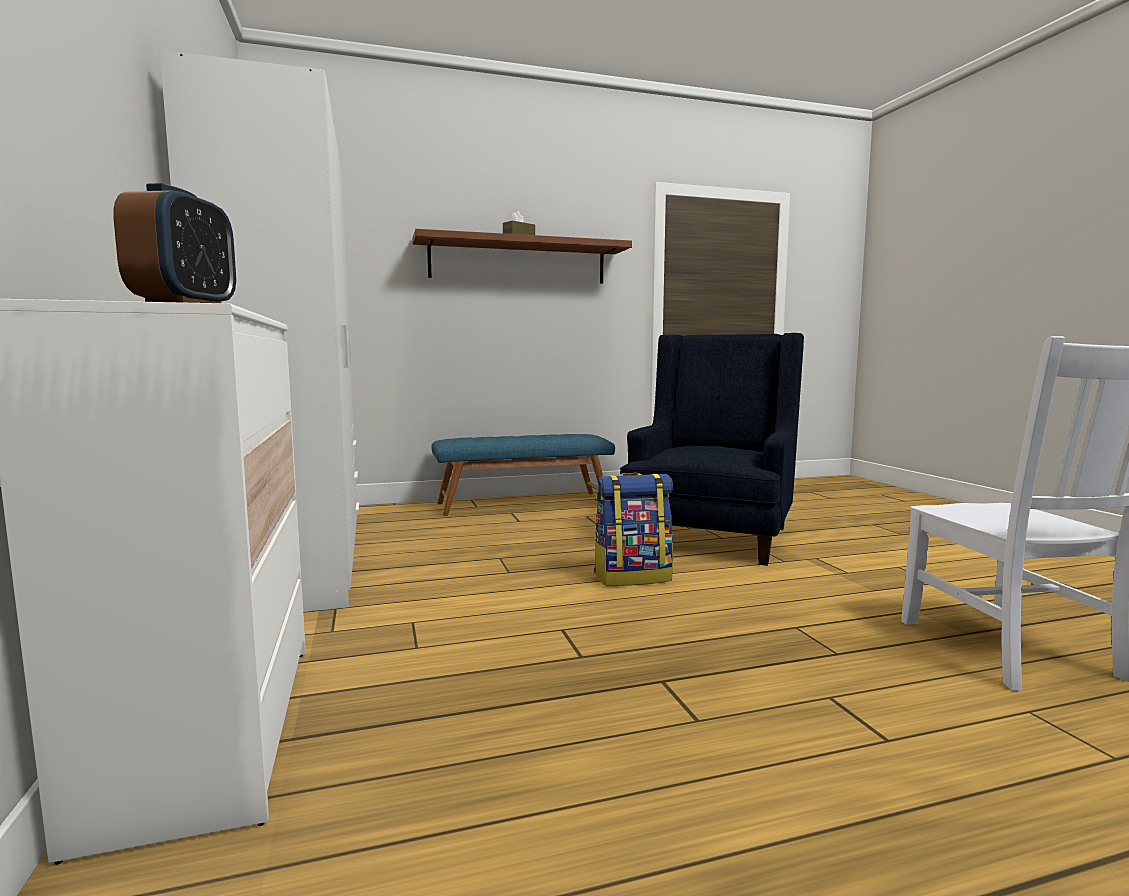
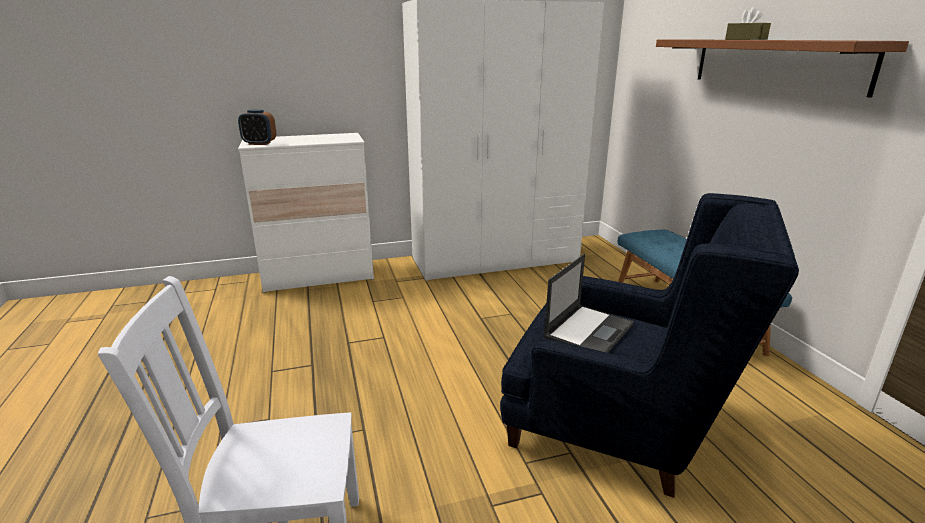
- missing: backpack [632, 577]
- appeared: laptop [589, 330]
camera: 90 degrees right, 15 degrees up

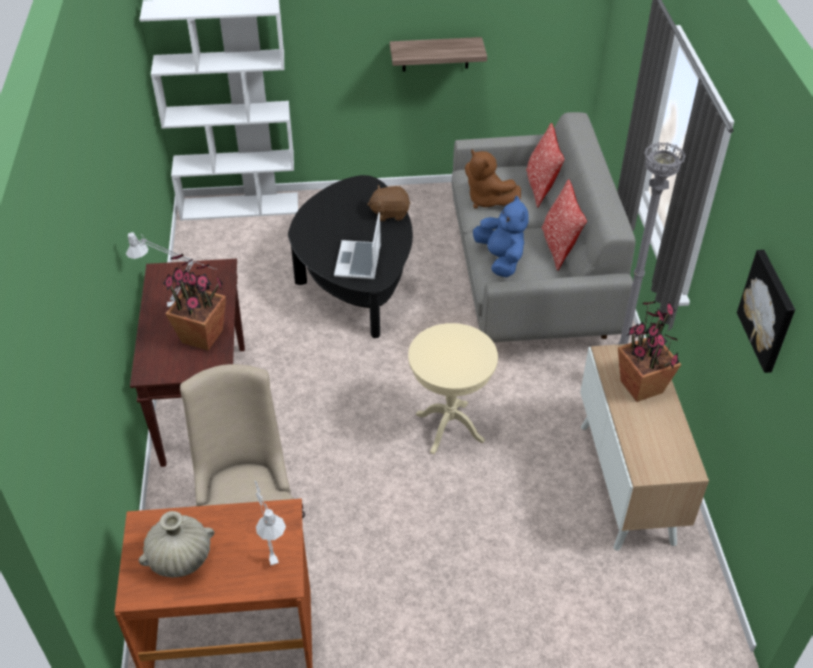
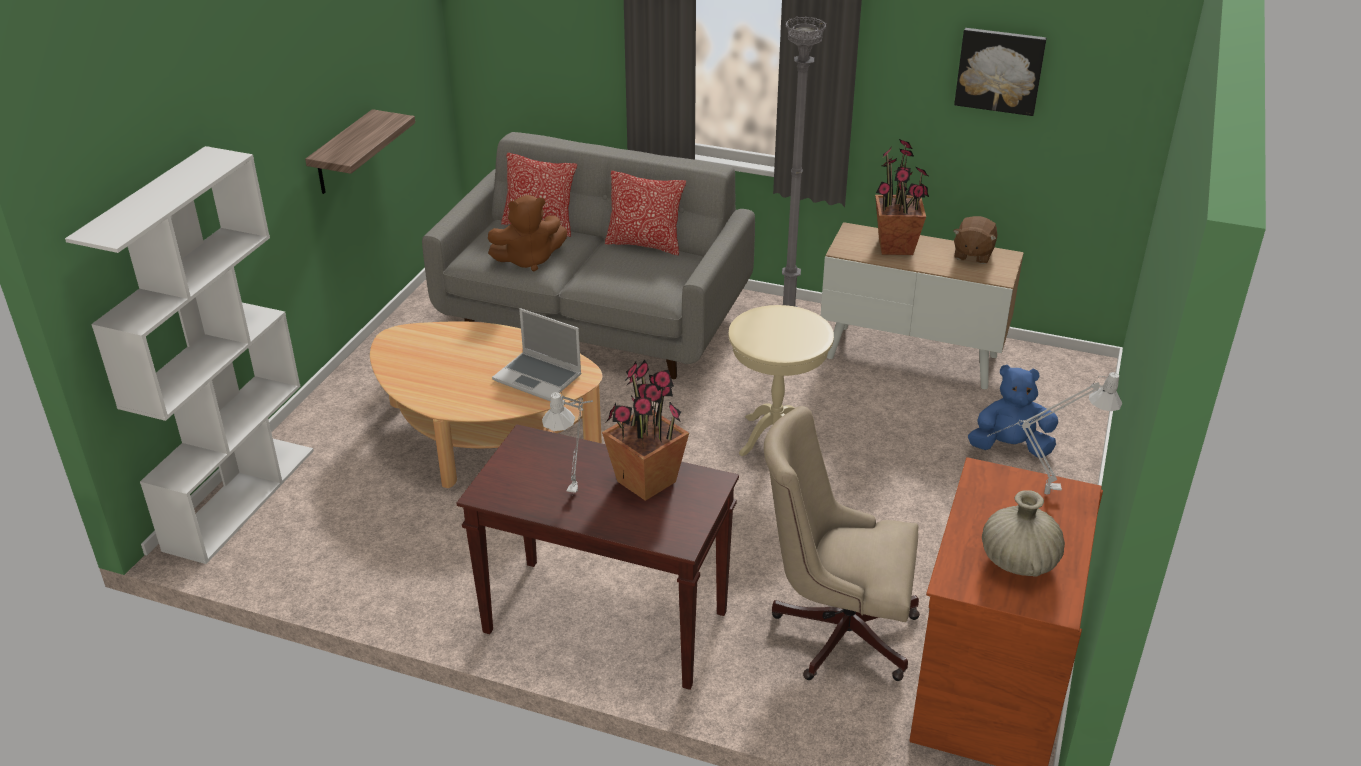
- relocated: plush toy (brown) [390, 213] to [972, 254]
- relocated: plush toy (blue) [501, 259] to [1010, 447]
- colour: coffee table (black) [355, 278] to coffee table (beige) [485, 437]
camera: 65 degrees left, 10 degrees down

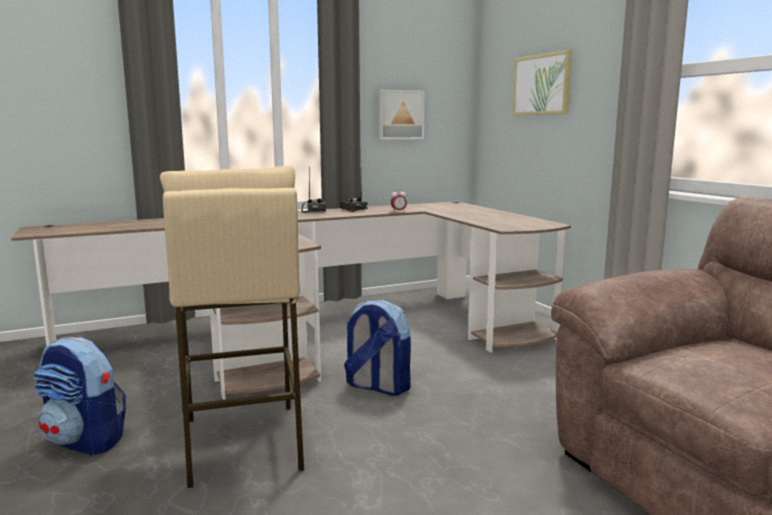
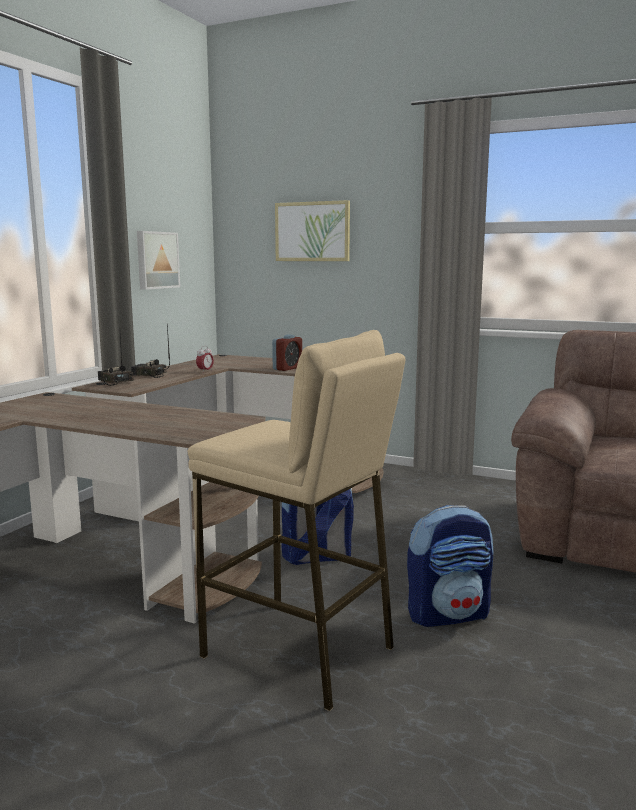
- appeared: alarm clock [287, 368]
- relocated: backpack [85, 441] to [448, 614]
camera: 40 degrees left, 0 degrees up

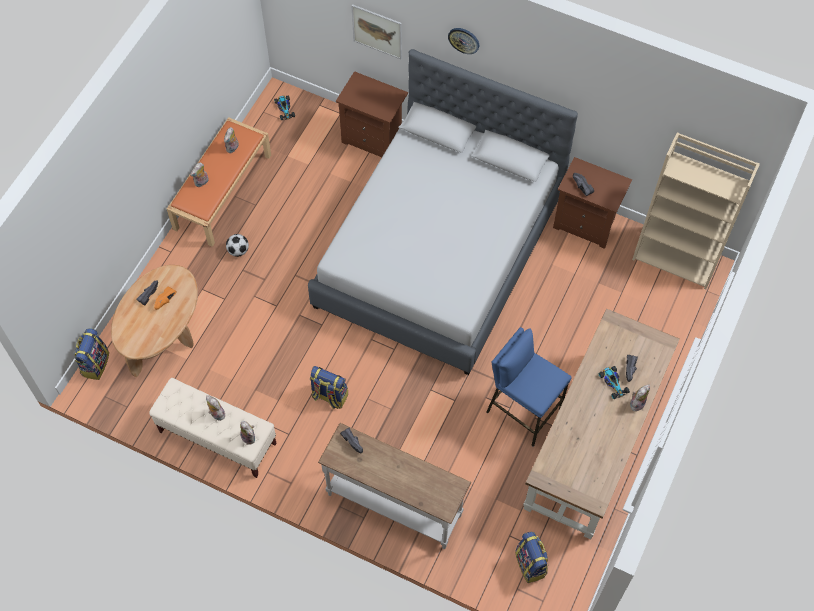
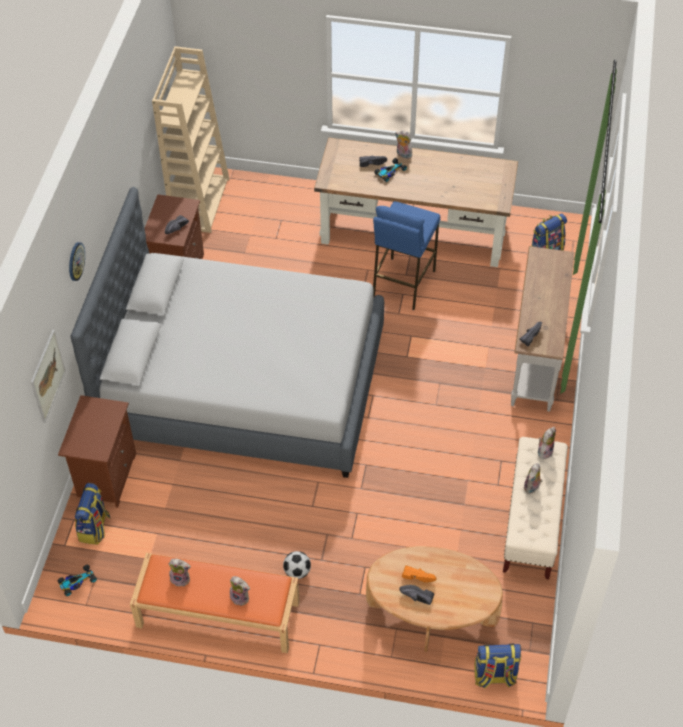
- relocated: backpack [329, 396] to [94, 528]
camera: 105 degrees left, 10 degrees down

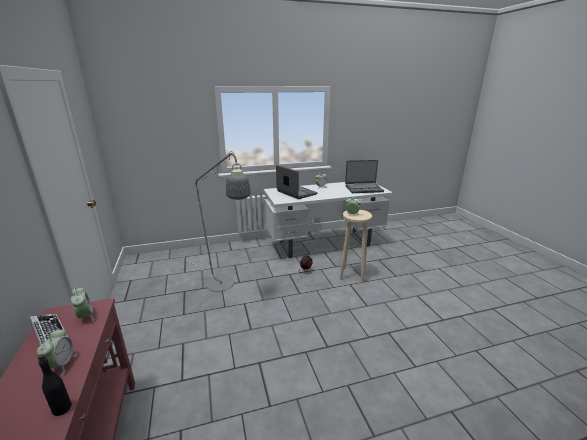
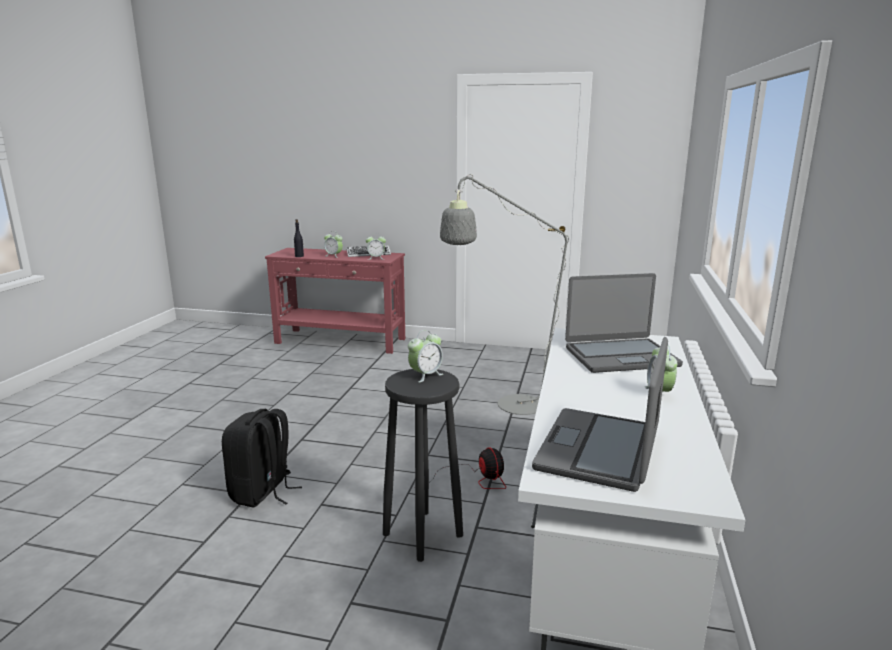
- appeared: backpack (black) [262, 492]
- colour: stool (beige) [352, 275] to stool (black) [423, 534]
camera: 120 degrees right, 5 degrees down

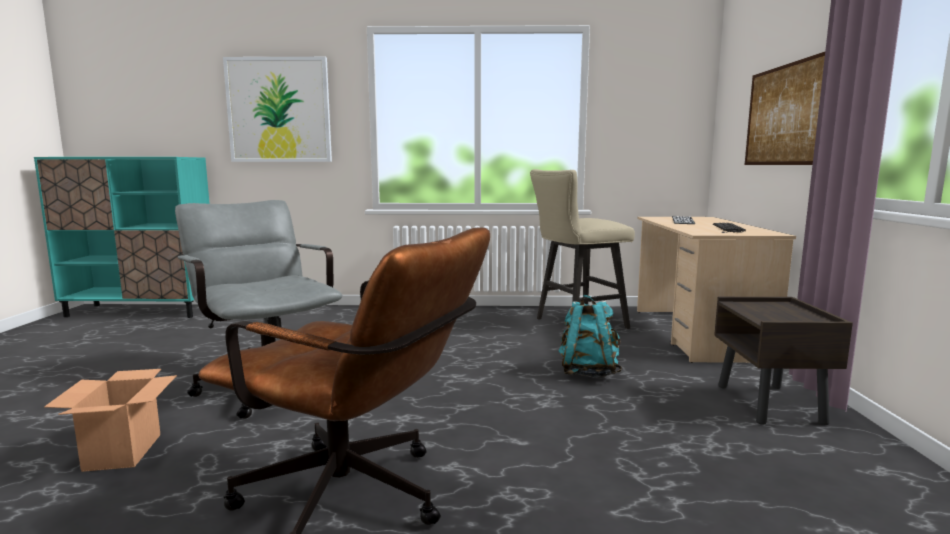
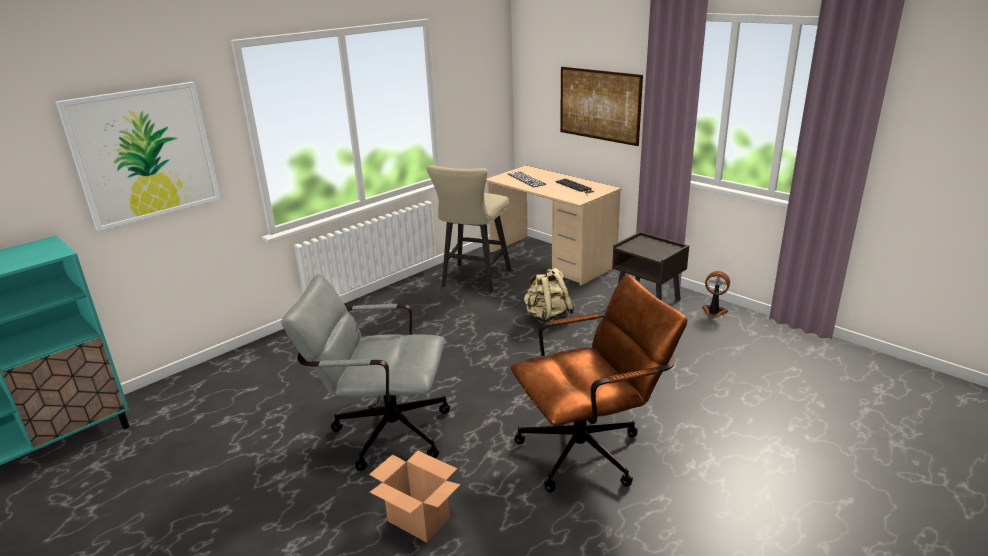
- appeared: fan [714, 312]
- colour: backpack (turquoise) [588, 372] to backpack (beige) [547, 318]
camera: 45 degrees left, 15 degrees up

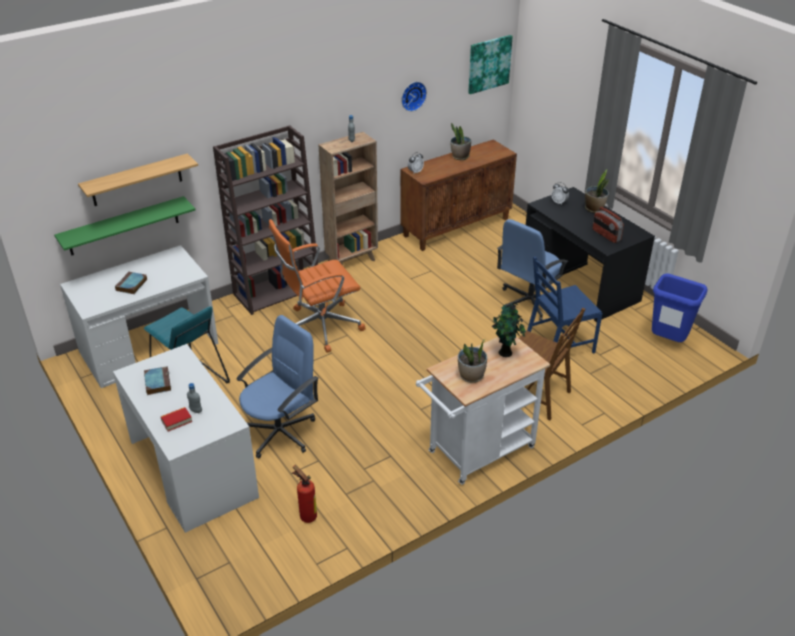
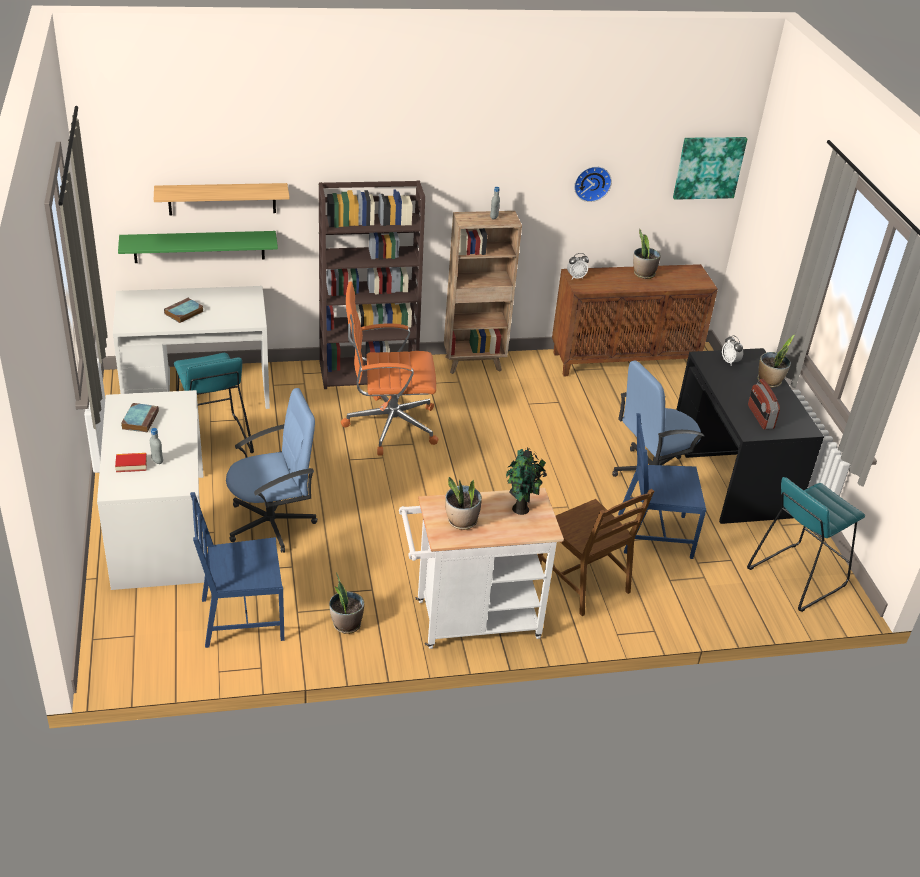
- appeared: potted plant [346, 624]
- exchanged: fire extinguisher [306, 516] to chair (blue) [241, 619]
- exchanged: trash can (blue) [667, 342] to stool (turquoise) [796, 576]
camera: 20 degrees right, 0 degrees up

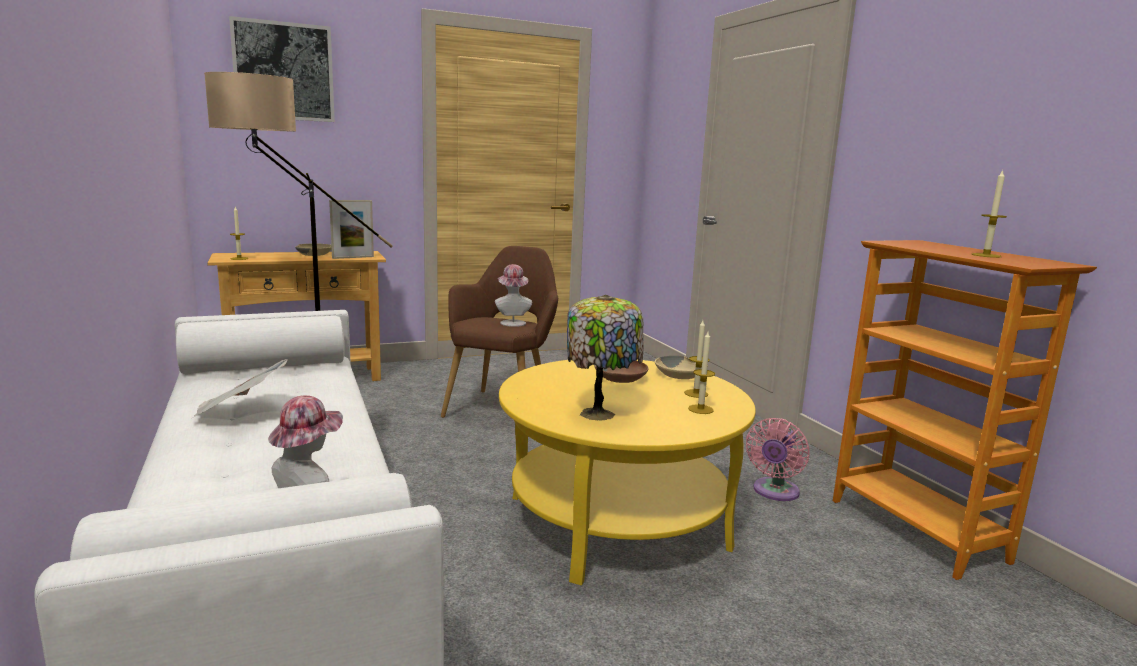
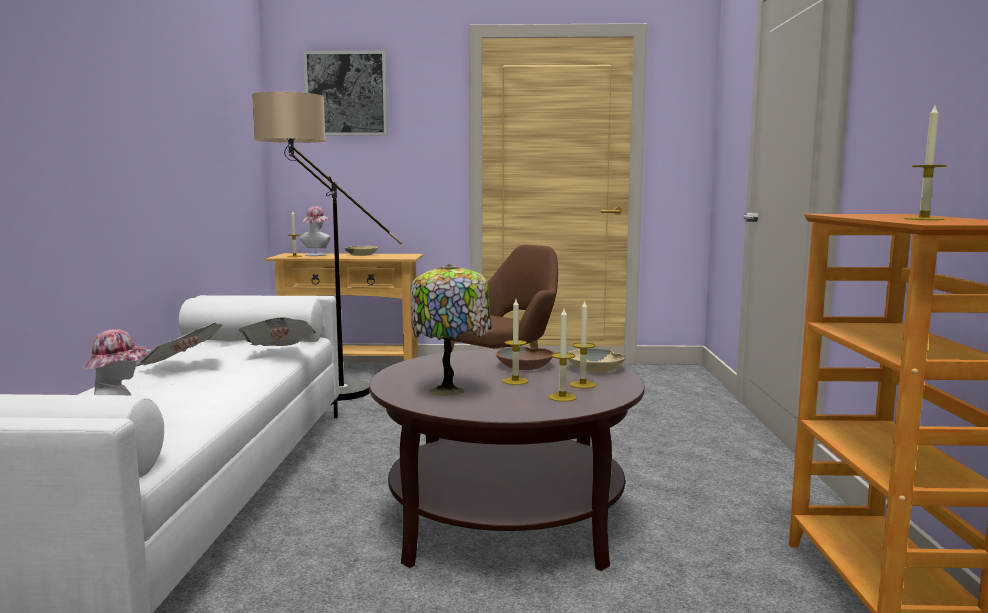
- missing: picture frame [353, 257]
- missing: fan (pink) [774, 492]
- appeared: newspaper [279, 353]
- appeared: candle [515, 381]
- relocated: hat [512, 322] to [317, 254]
- colour: coffee table (yellow) [617, 521] to coffee table (brown) [505, 521]
camera: 25 degrees right, 5 degrees down

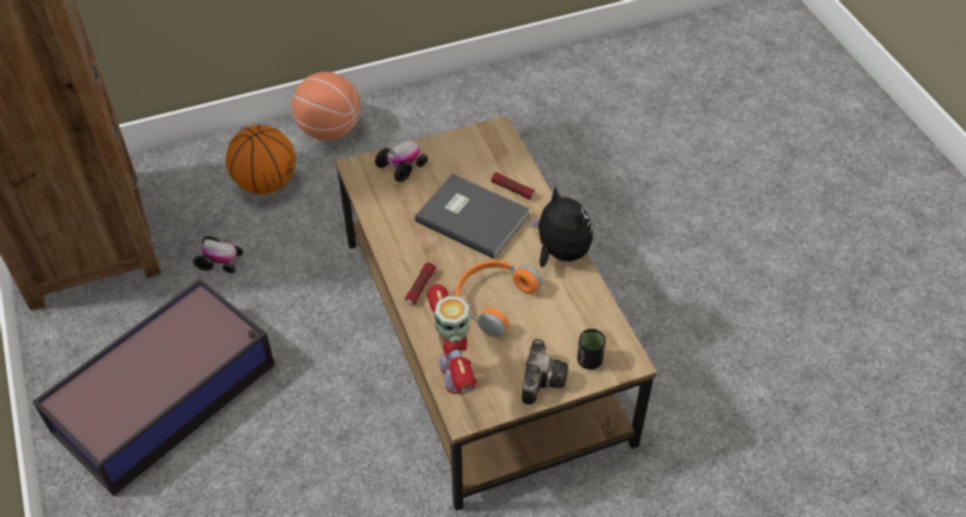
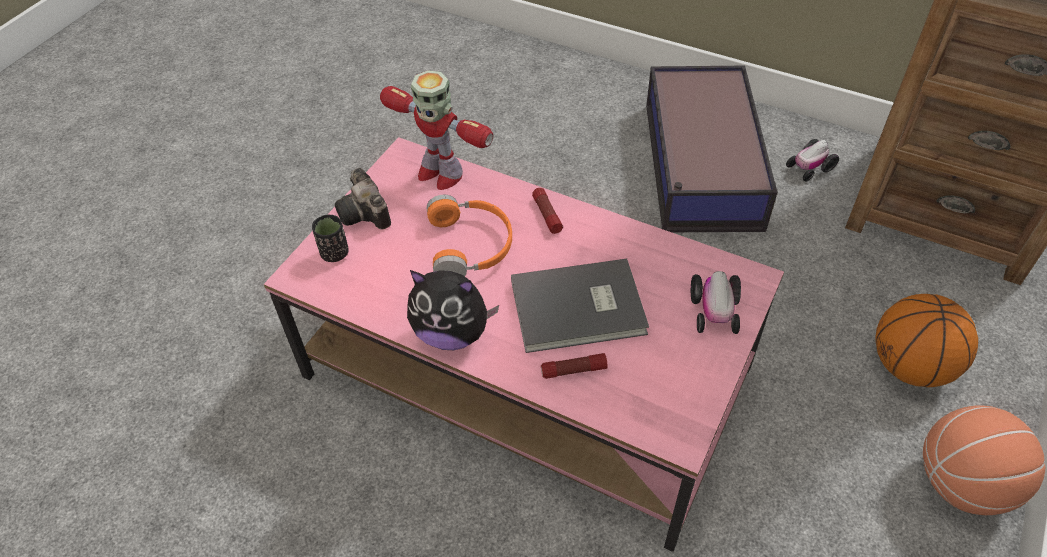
- relocated: toy car [220, 261] to [809, 168]
- colour: coffee table (brown) [481, 336] to coffee table (pink) [529, 372]
camera: 140 degrees right, 0 degrees up

